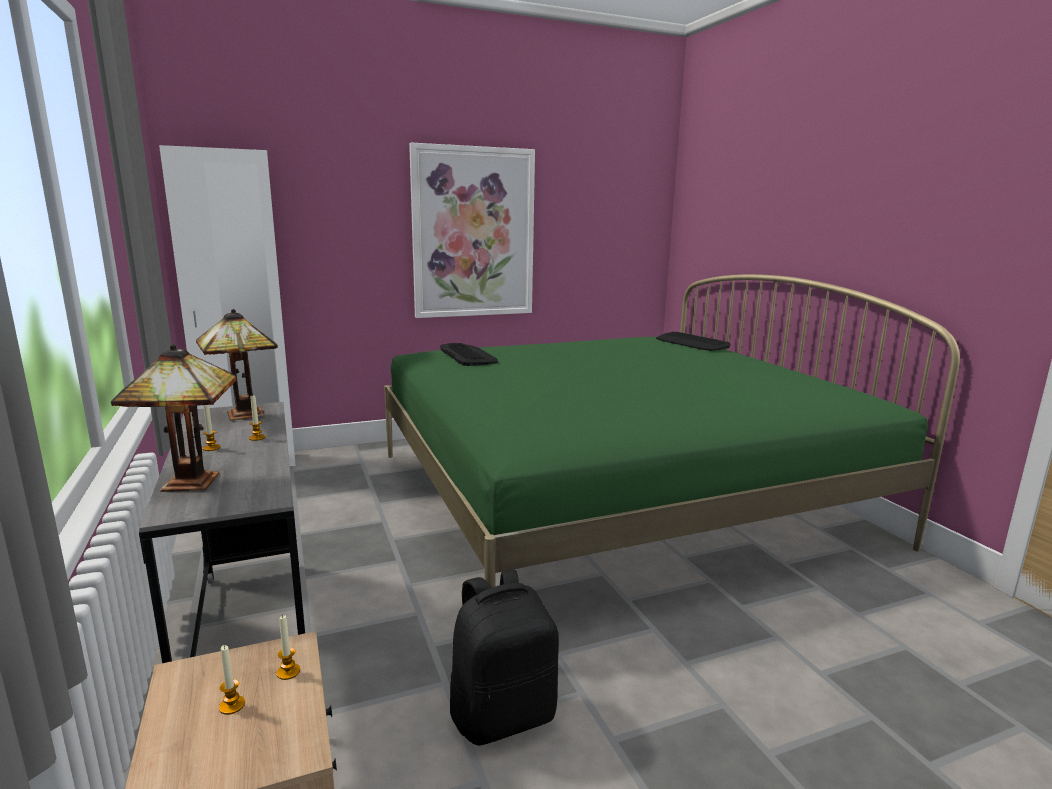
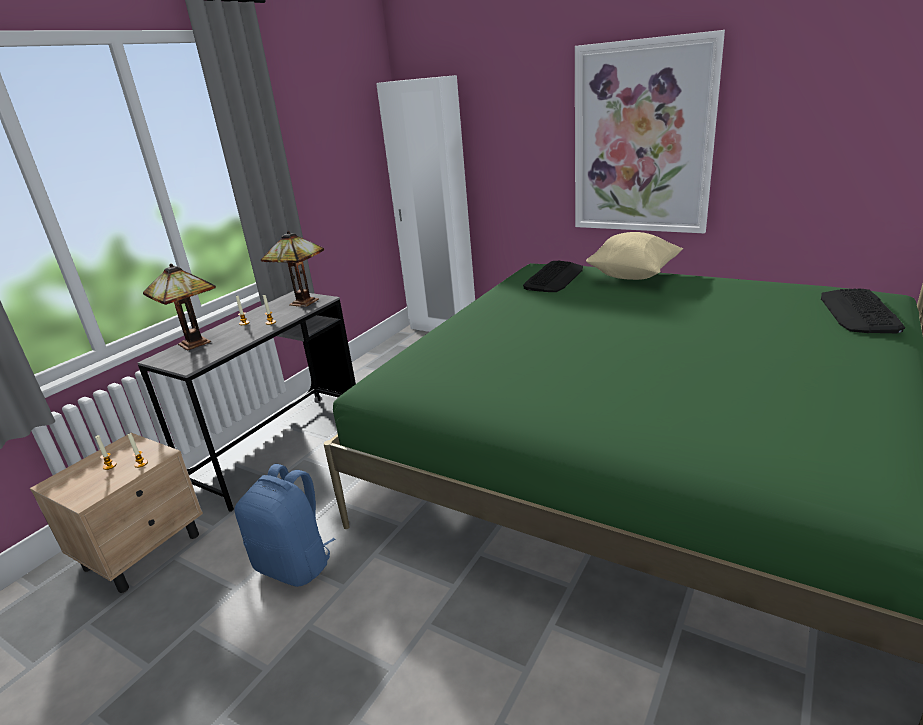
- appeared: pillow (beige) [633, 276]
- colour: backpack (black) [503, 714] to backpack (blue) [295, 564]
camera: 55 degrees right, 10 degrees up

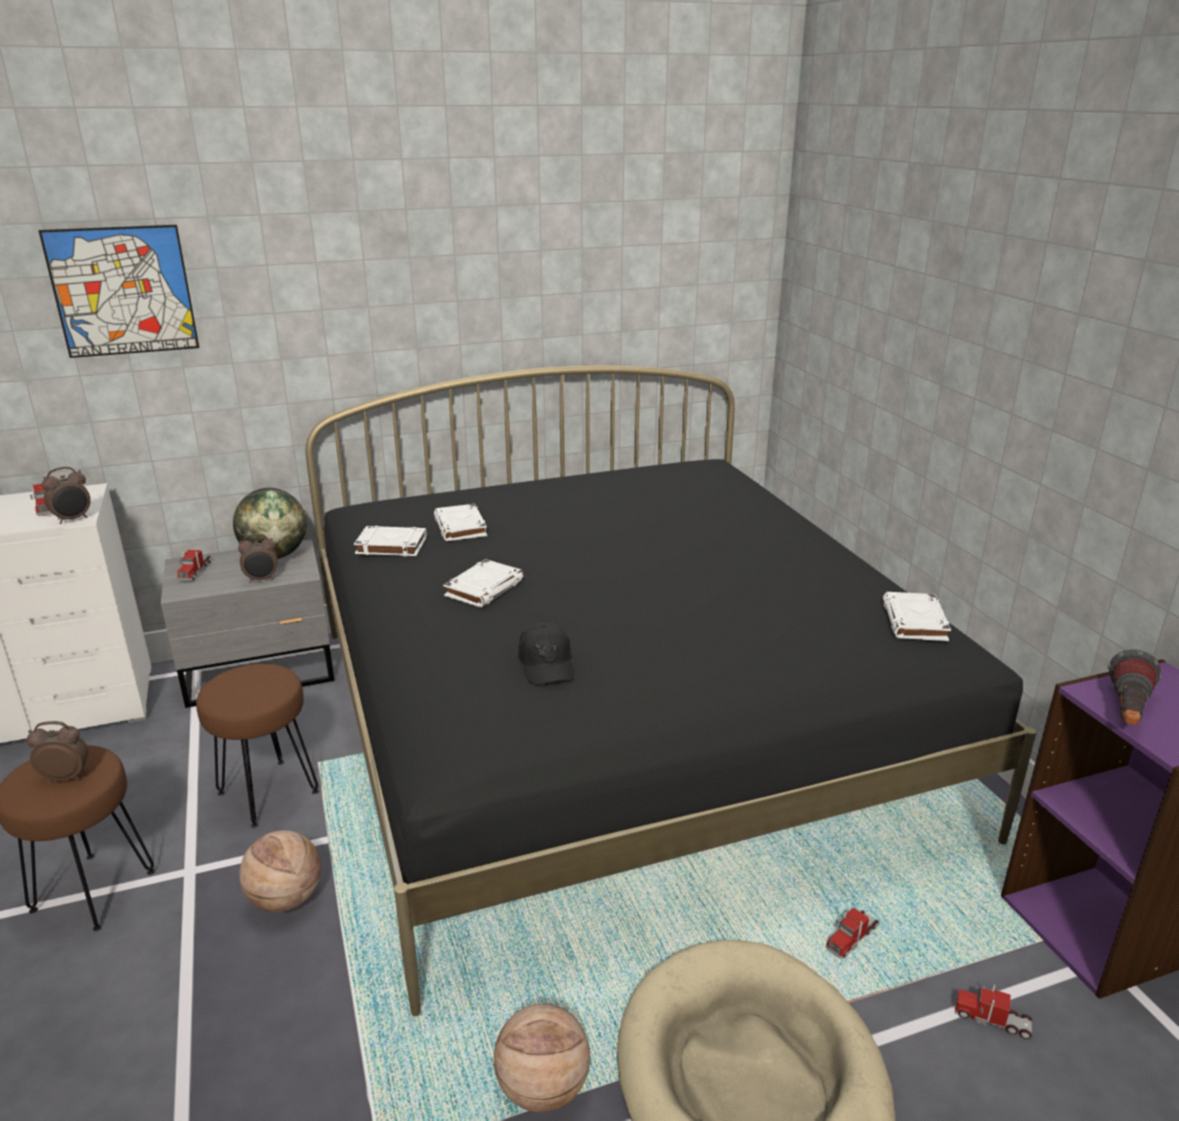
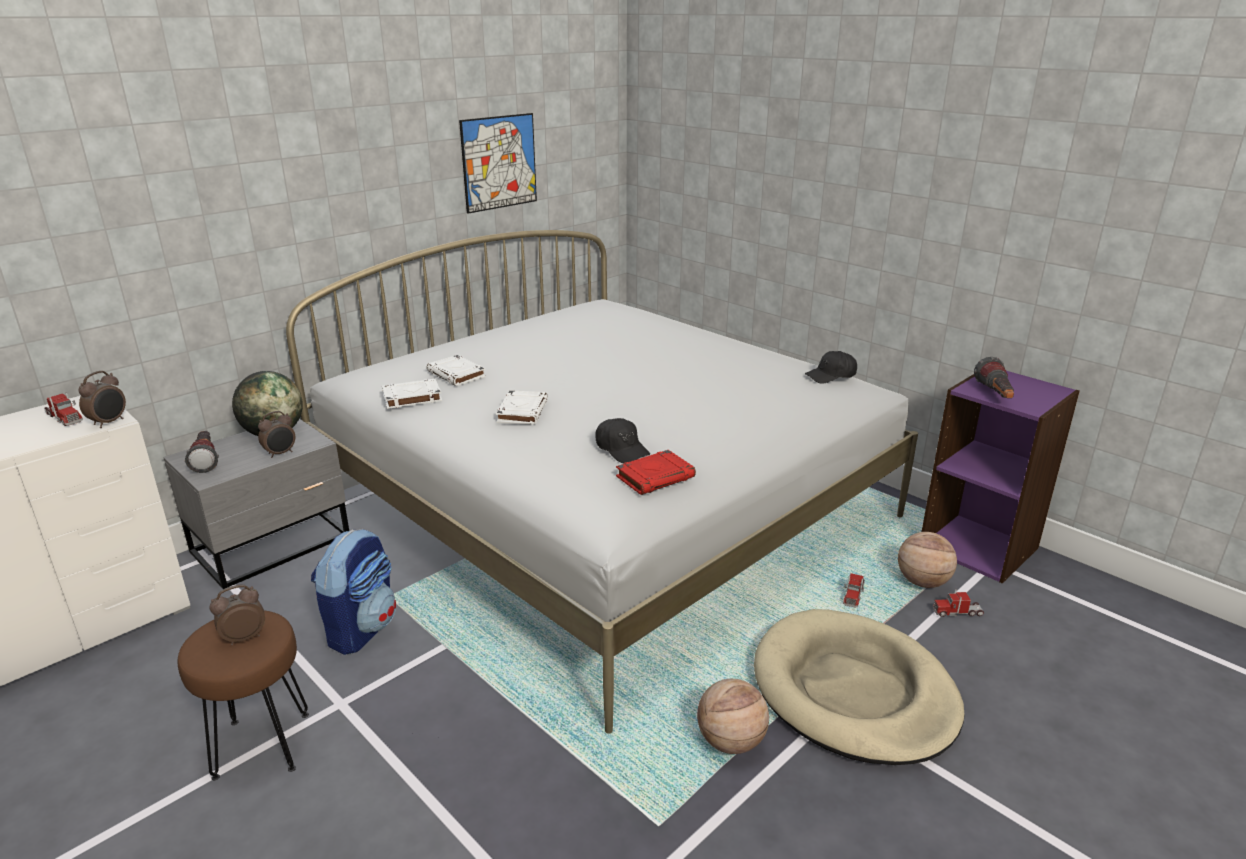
- appeared: book (red) [655, 477]
- relocated: picture [123, 291] to [499, 162]
- relocated: basketball [286, 899] to [922, 582]
- exchanged: toy truck [195, 571] to flashlight [206, 460]
- exchanged: stool (brown) [268, 791] to backpack [362, 628]
- exchanged: book (white) [915, 622] to cap (black) [831, 376]
- colour: bed (black) [615, 723] to bed (white) [606, 509]
camera: 25 degrees left, 0 degrees up

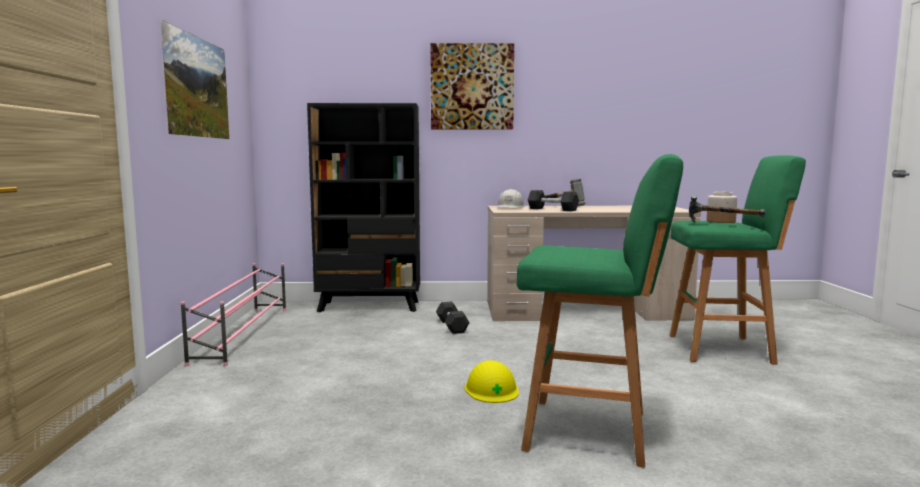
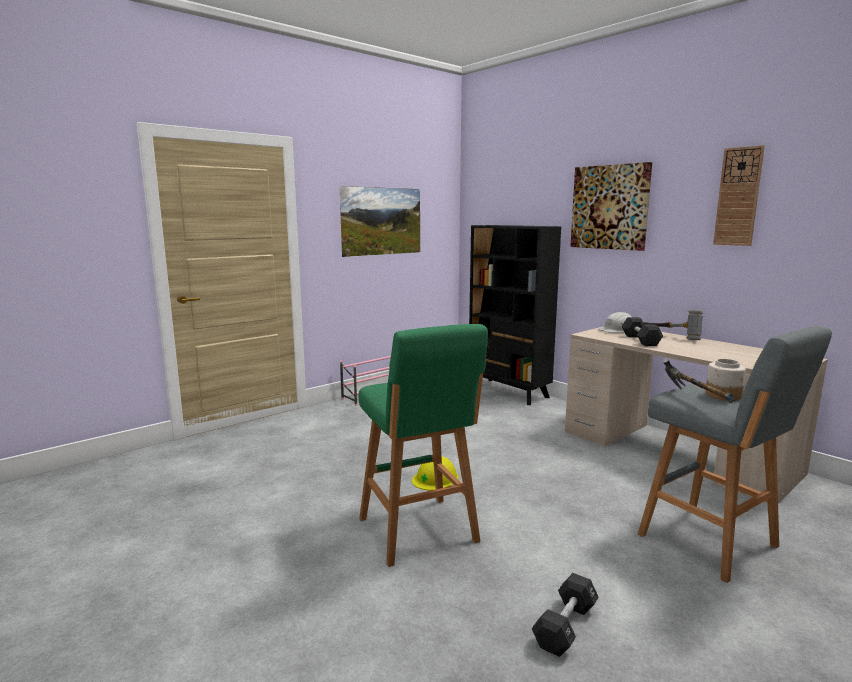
- appeared: wall clock [738, 197]
- relocated: dumbbell (black) [452, 326] to [565, 626]
- colour: stool (green) [724, 349] to stool (grey) [711, 543]
camera: 50 degrees right, 5 degrees up

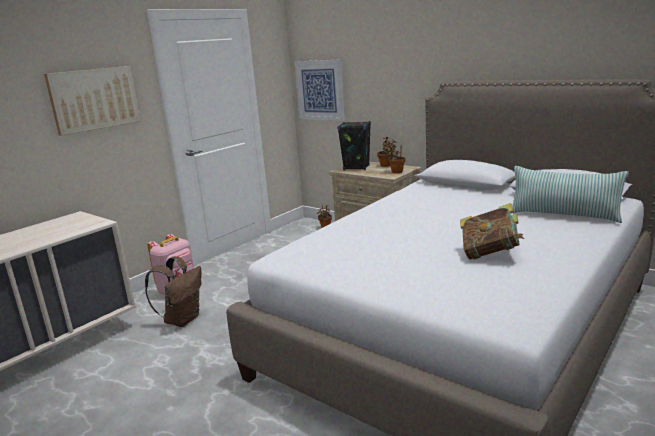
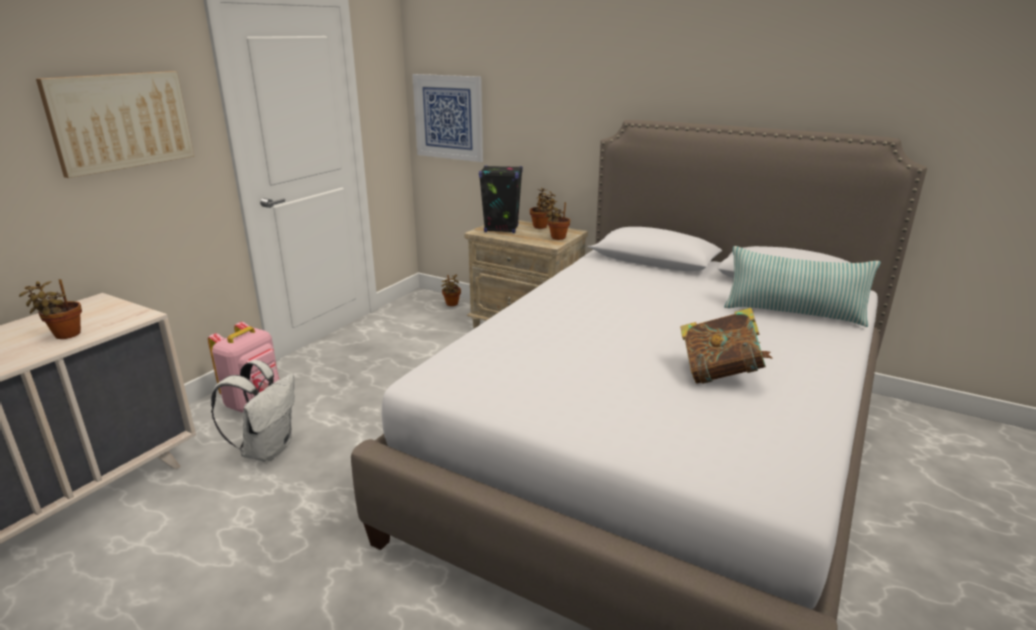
- appeared: potted plant [64, 335]
- colour: backpack (brown) [182, 319] to backpack (white) [267, 449]
camera: 10 degrees left, 5 degrees up

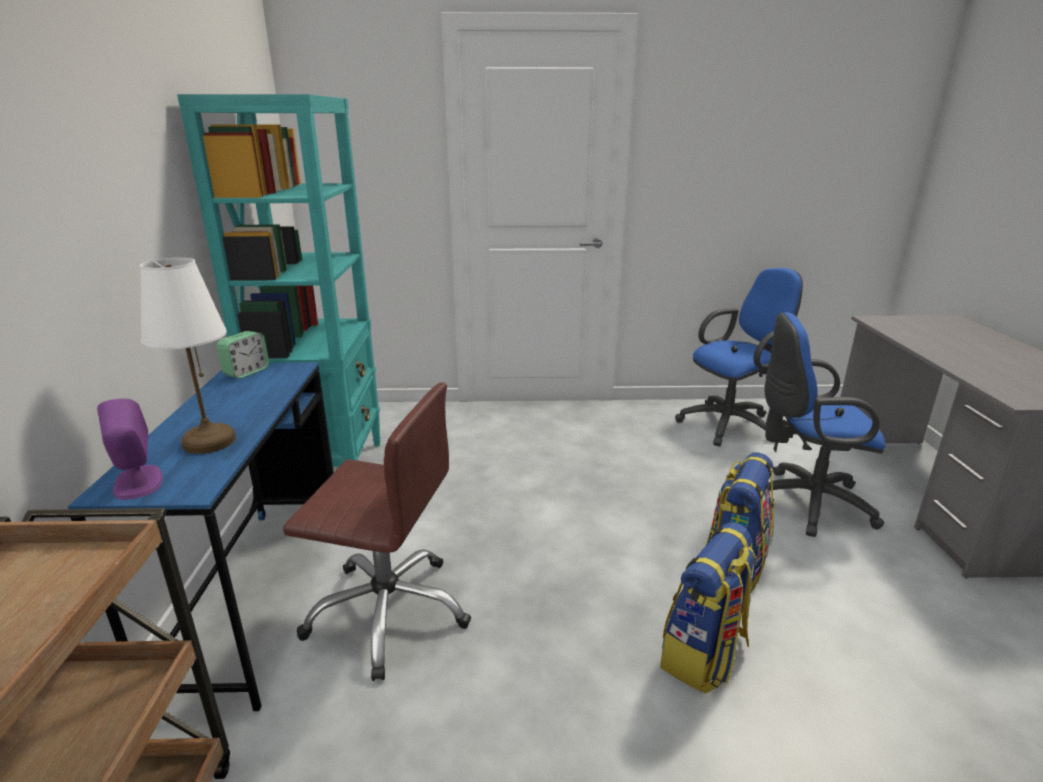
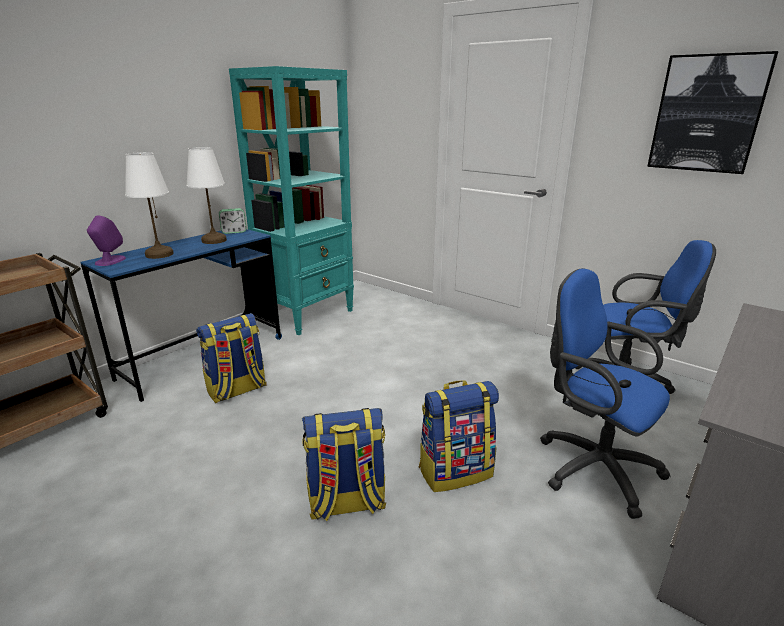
- appeared: table lamp (white) [214, 240]
- appeared: picture [707, 114]
- exchanged: office chair (brown) [388, 611] to backpack [237, 390]
camera: 40 degrees right, 0 degrees up

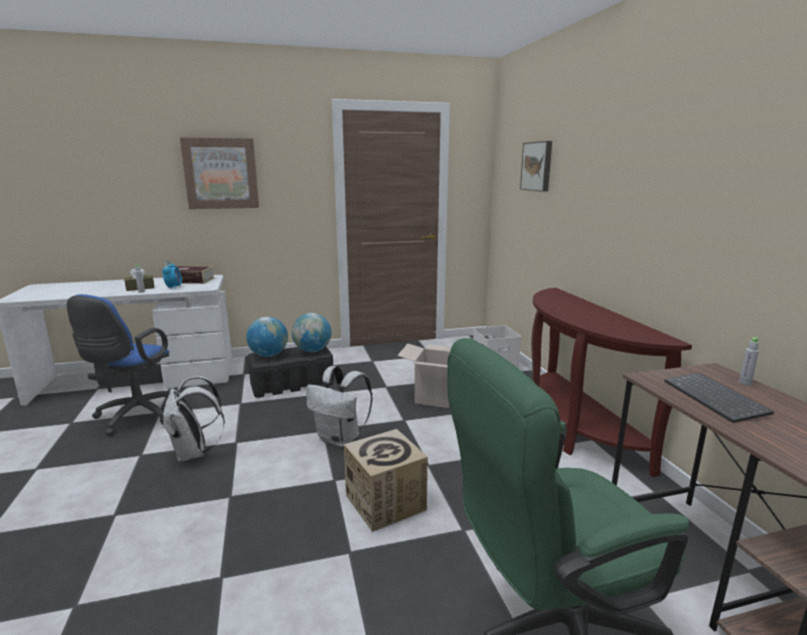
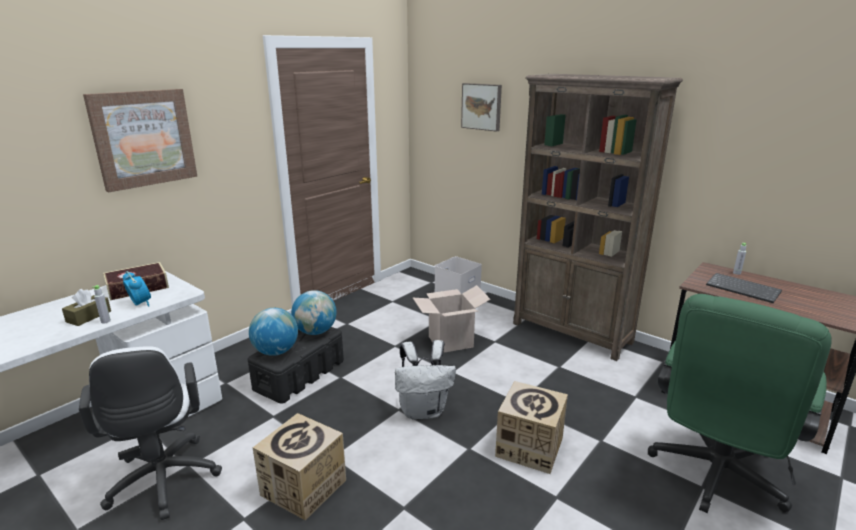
- exchanged: backpack (white) [194, 453] to cardboard box [304, 487]
- exchanged: console table (brown) [573, 429] to bookcase (brown) [572, 333]
- colour: office chair (blue) [135, 417] to office chair (white) [164, 483]
camera: 35 degrees left, 5 degrees up

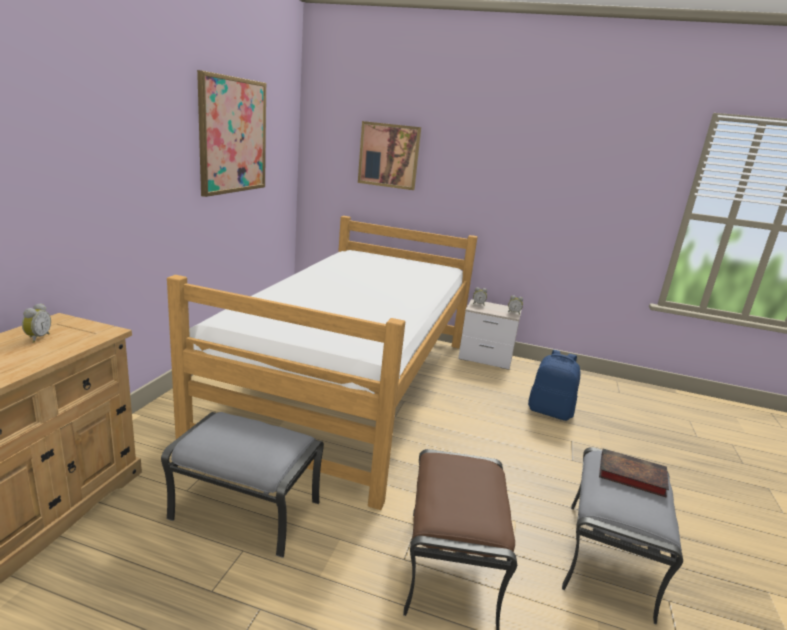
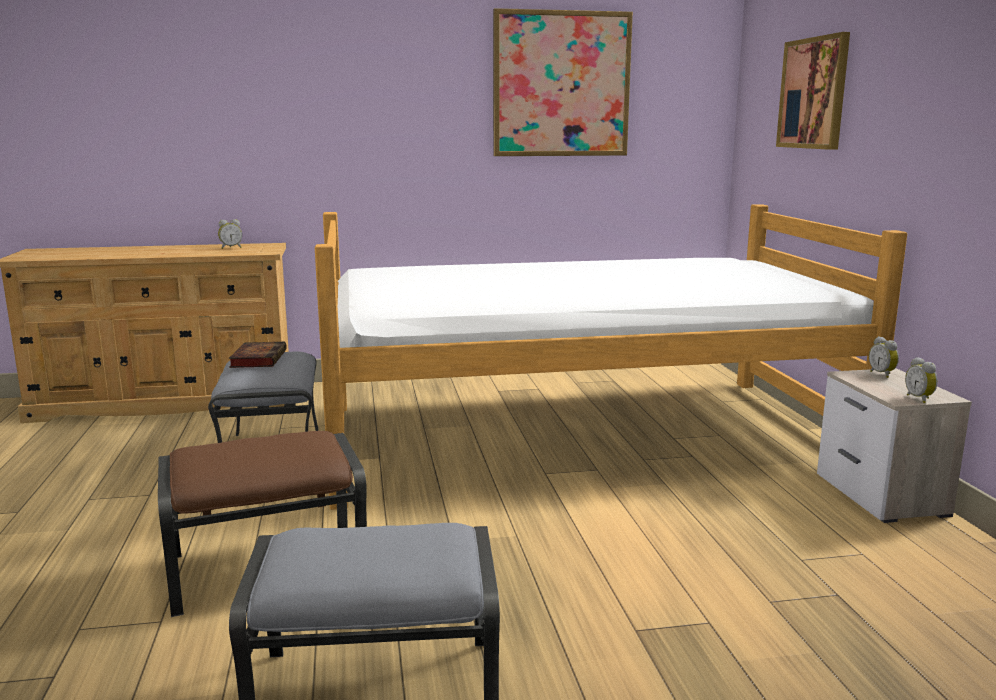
- missing: backpack (blue) [550, 412]
- relocated: book [629, 475] to [258, 359]
camera: 65 degrees right, 5 degrees down

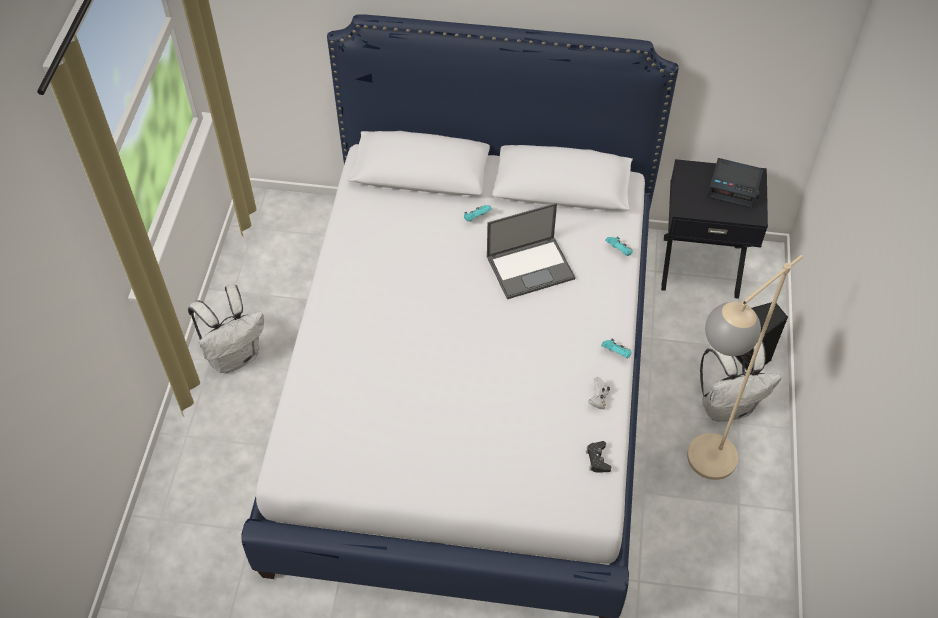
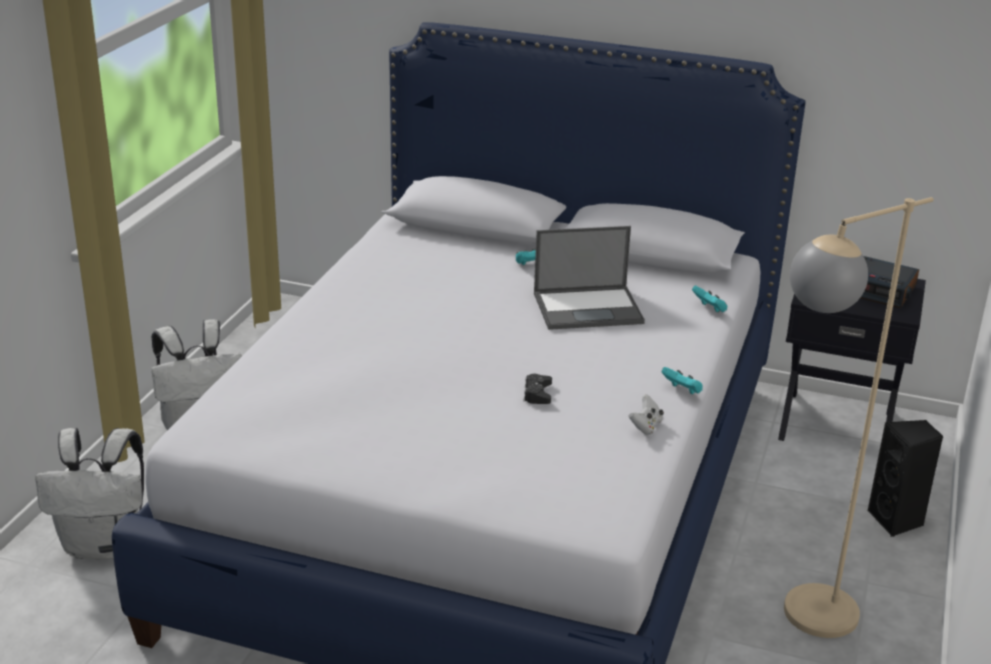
- relocated: game controller (black) [597, 459] to [537, 394]
- relocated: backpack (white) [727, 406] to [105, 545]
camera: 10 degrees right, 25 degrees down

